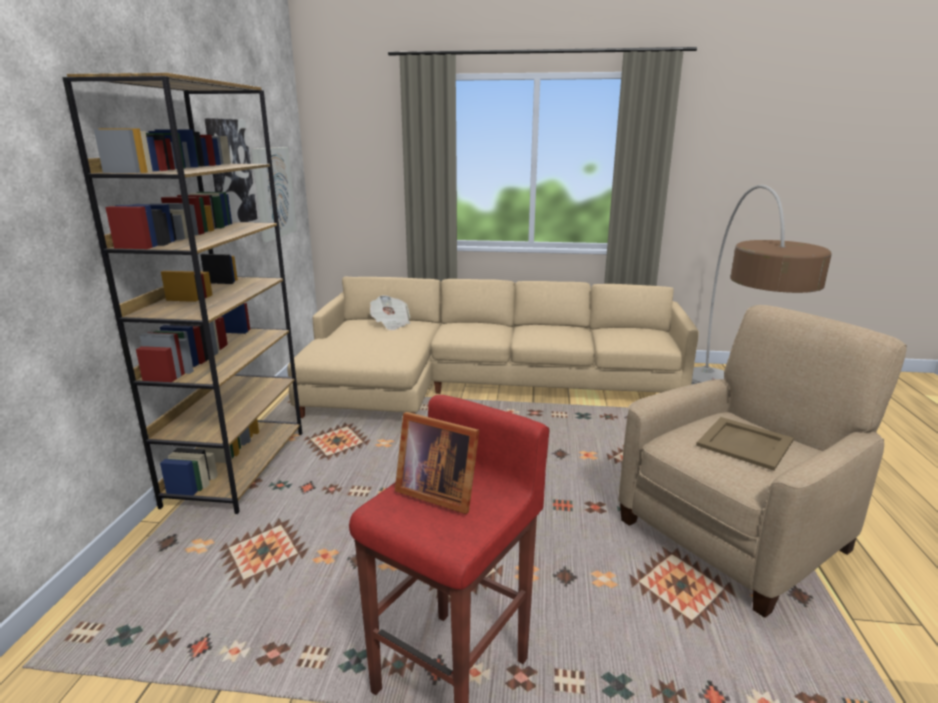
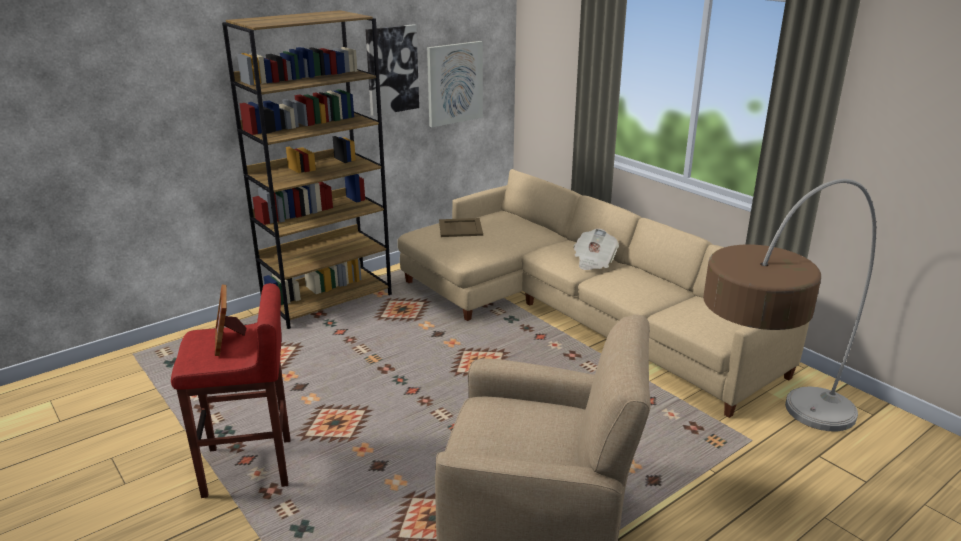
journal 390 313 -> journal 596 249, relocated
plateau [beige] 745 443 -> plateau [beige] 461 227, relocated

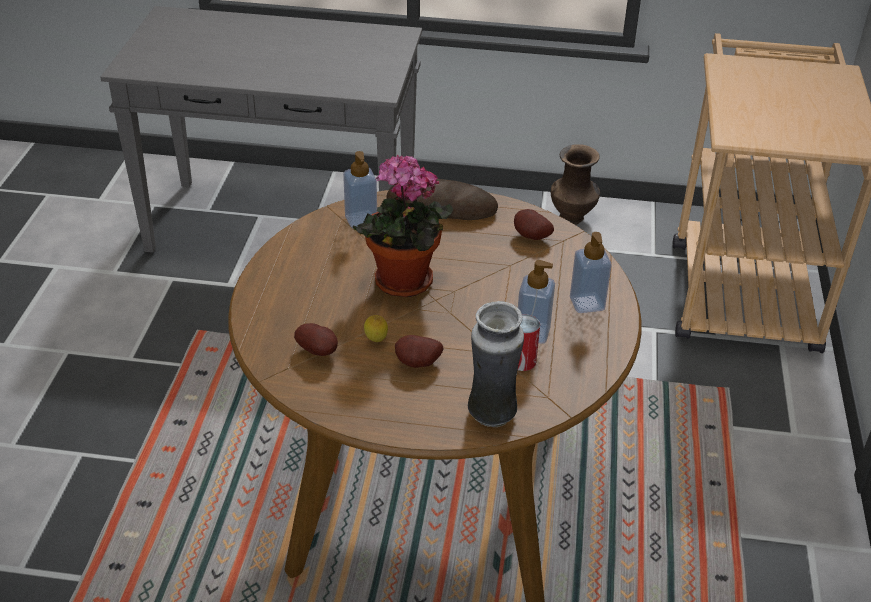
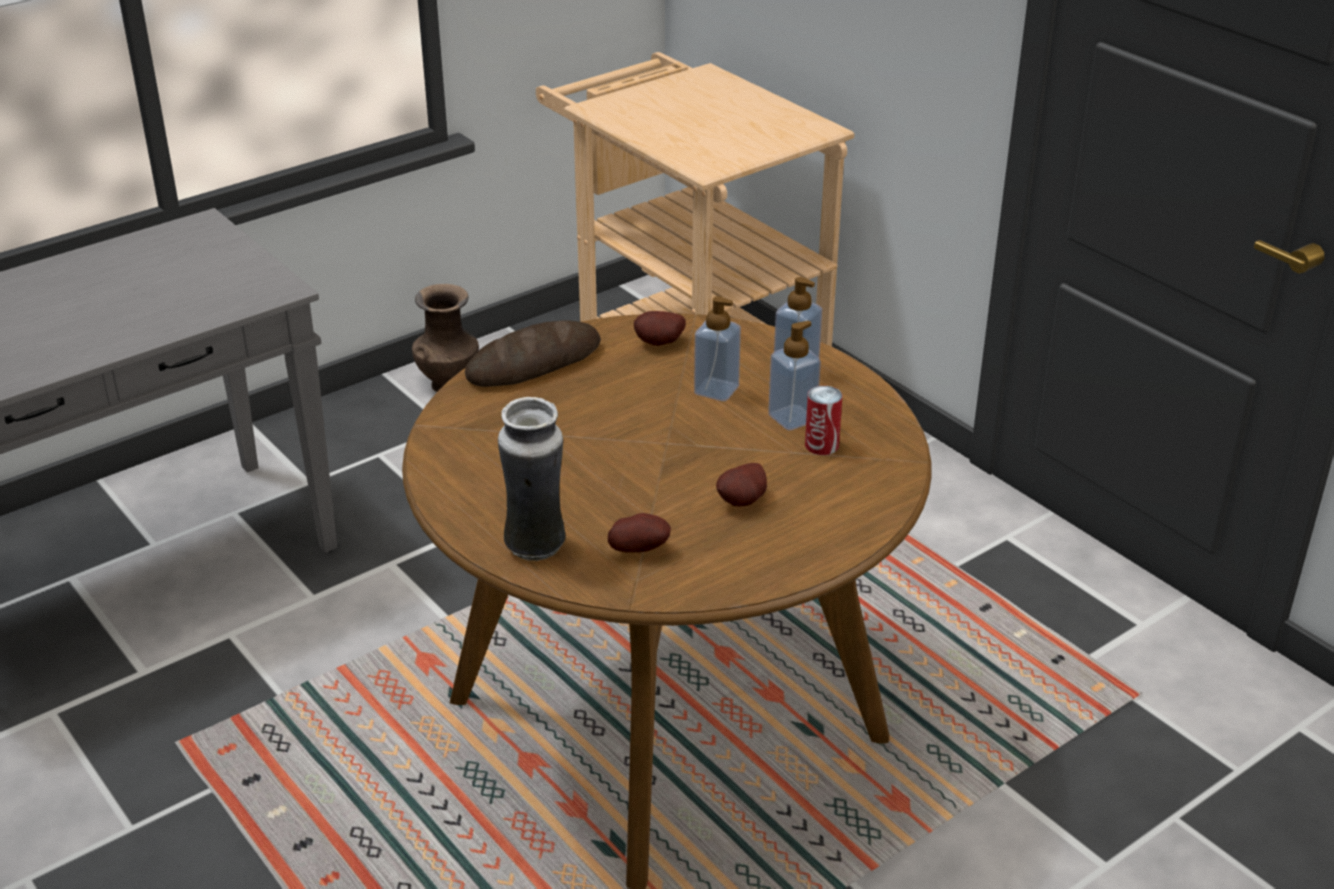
distributeur de savon 360 190 -> distributeur de savon 717 348, relocated
plante en pot 403 226 -> none
citron 376 328 -> none
vase 496 364 -> vase 532 479, relocated

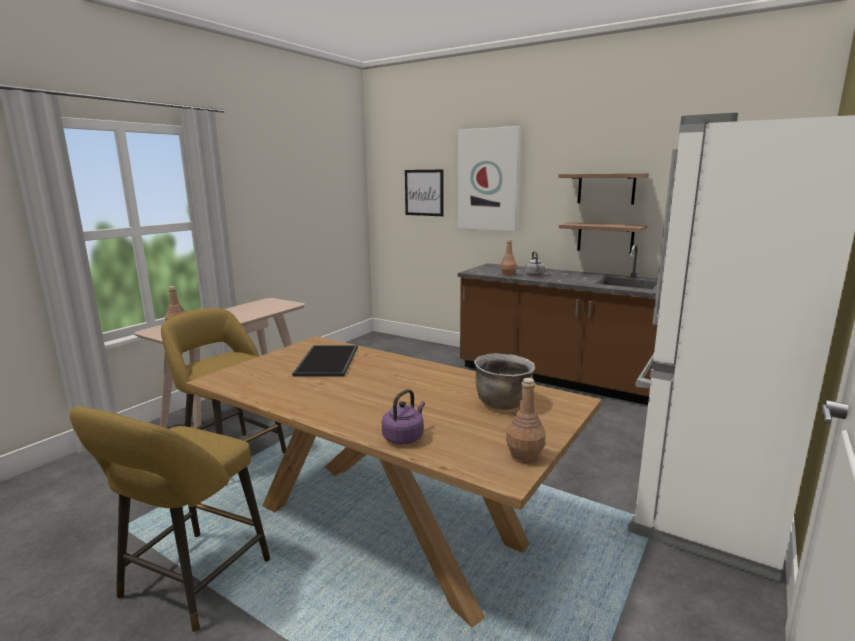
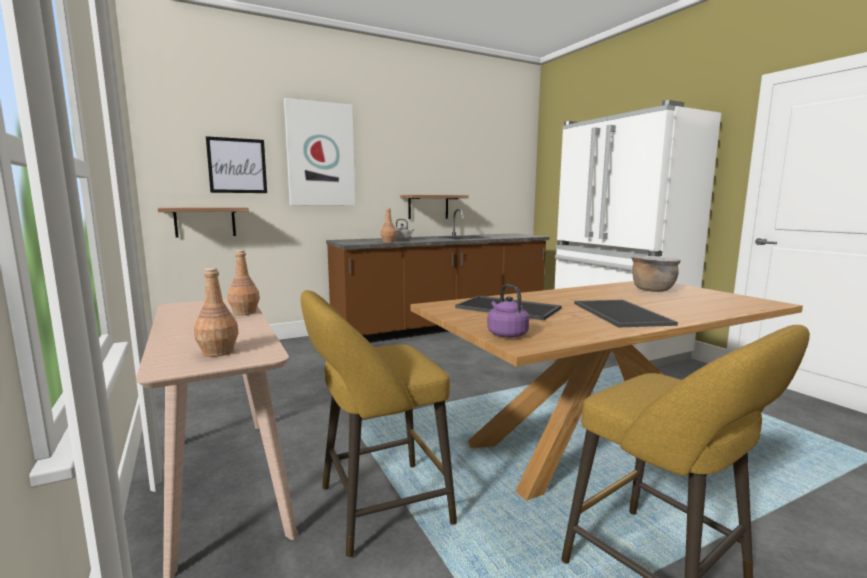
bouilloire [violet] 403 417 -> bouilloire [violet] 508 311, relocated
bouteille [marron] 526 421 -> bouteille [marron] 244 282, relocated
étagère 603 188 -> étagère 203 222, relocated
none -> plateau 626 313

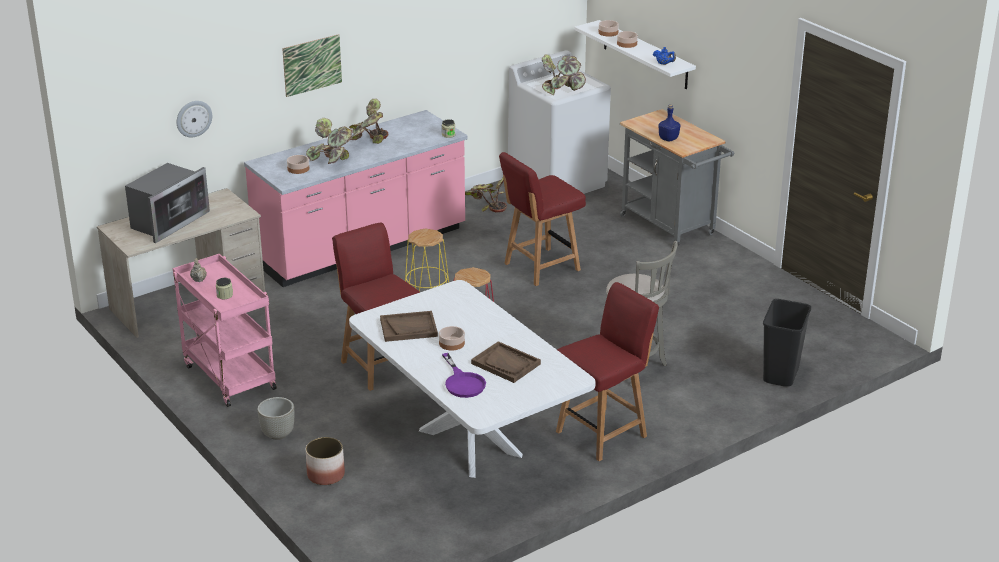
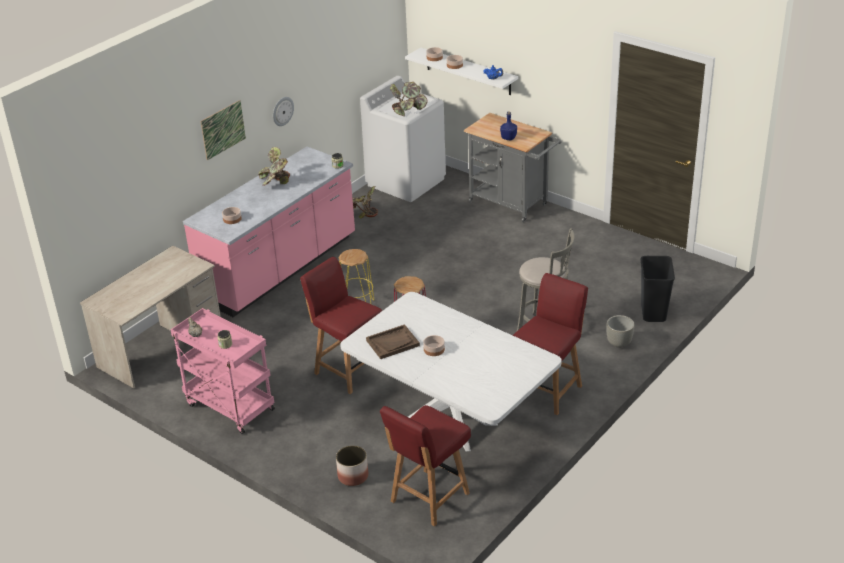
micro-ondes 167 203 -> none
horloge murale 194 119 -> horloge murale 283 111, relocated
cache-pot [gris] 275 418 -> cache-pot [gris] 620 331, relocated
plante en pot 329 141 -> none
poêle [violet] 464 375 -> none
plateau [marron] 506 362 -> none
chaise [rouge] 542 219 -> chaise [rouge] 425 466, relocated

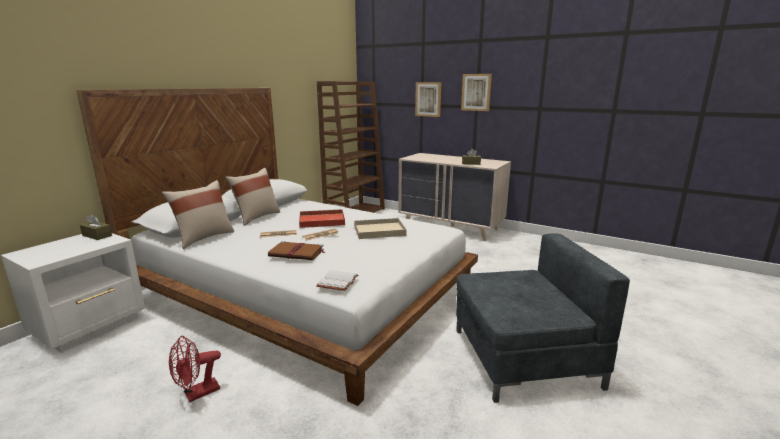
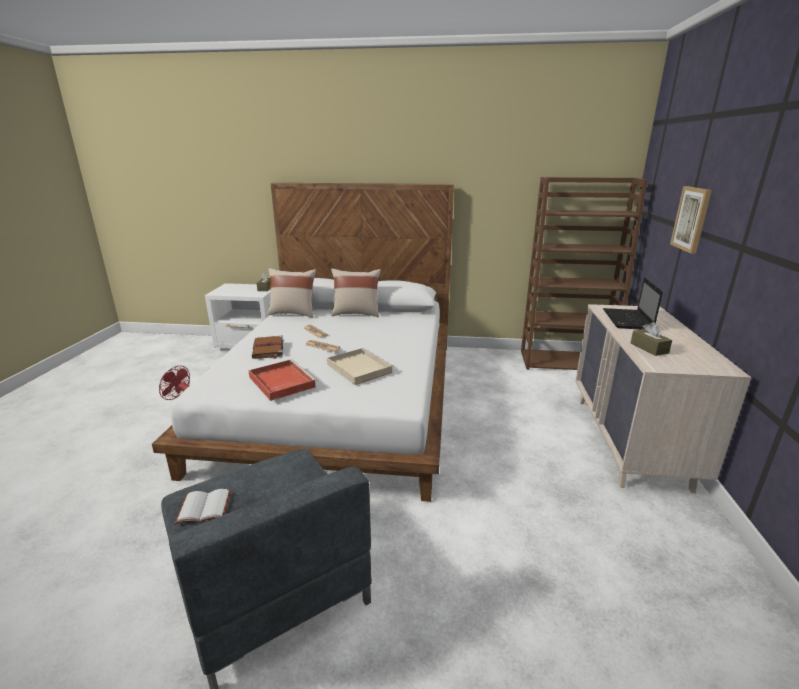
plateau [rouge] 322 218 -> plateau [rouge] 282 380, relocated
livre [blanc] 337 280 -> livre [blanc] 203 506, relocated
tableau 476 92 -> none
none -> ordinateur portable 633 303

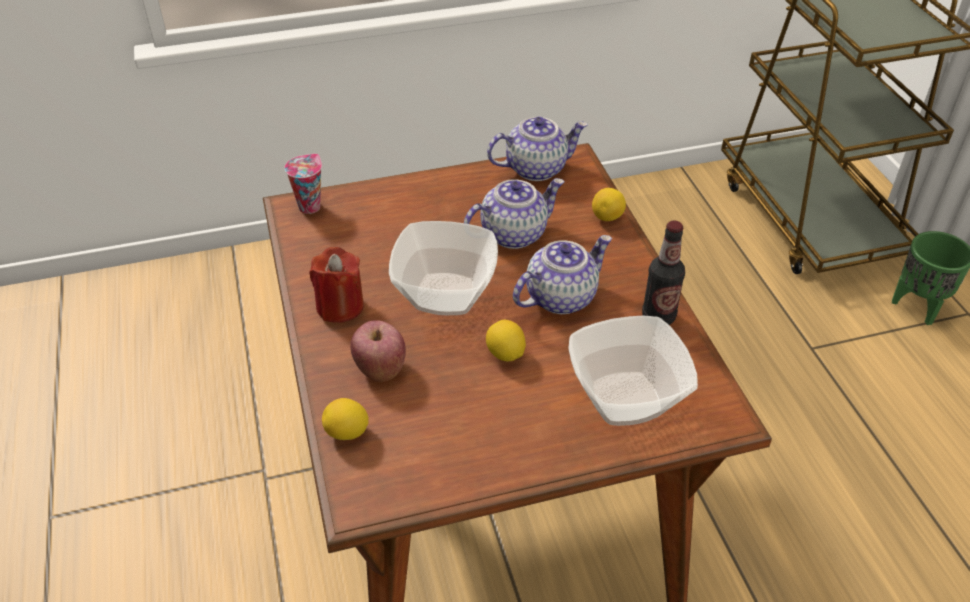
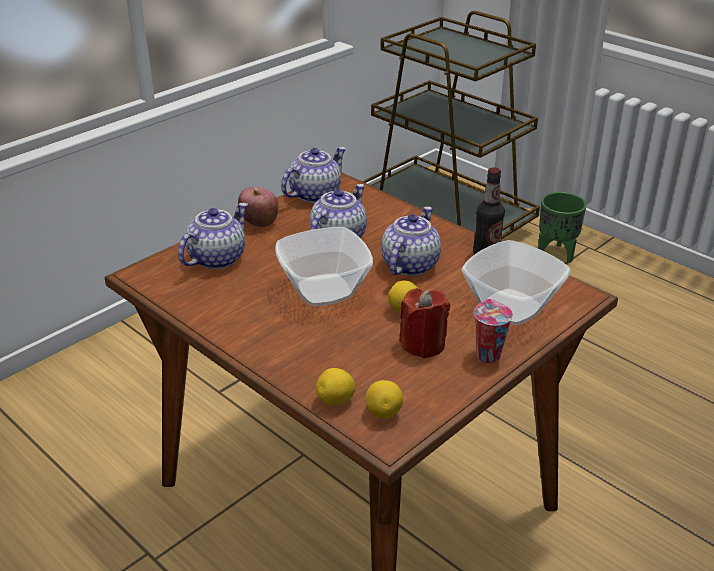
tasse 303 184 -> tasse 493 331, relocated
bougie [rouge] 336 285 -> bougie [rouge] 424 323, relocated
pomme 378 350 -> pomme 258 207, relocated
citron 609 204 -> citron 384 399, relocated
none -> théière 213 236

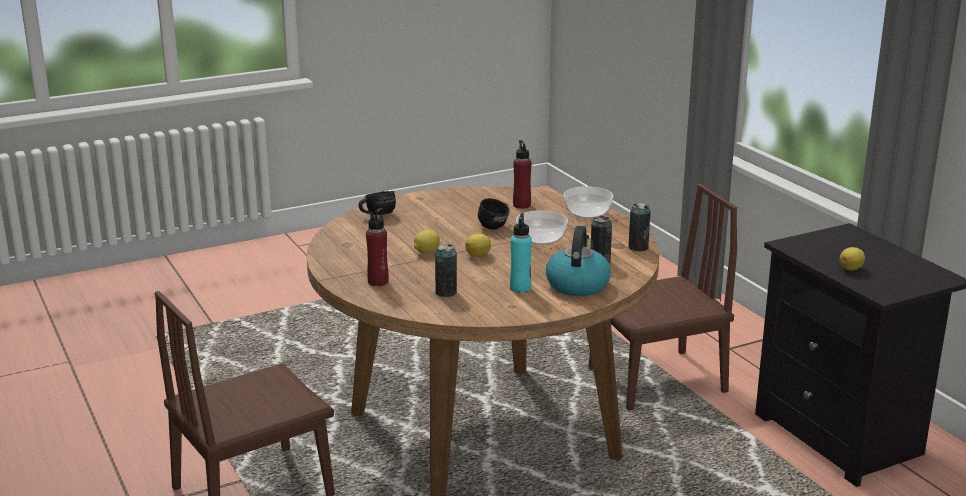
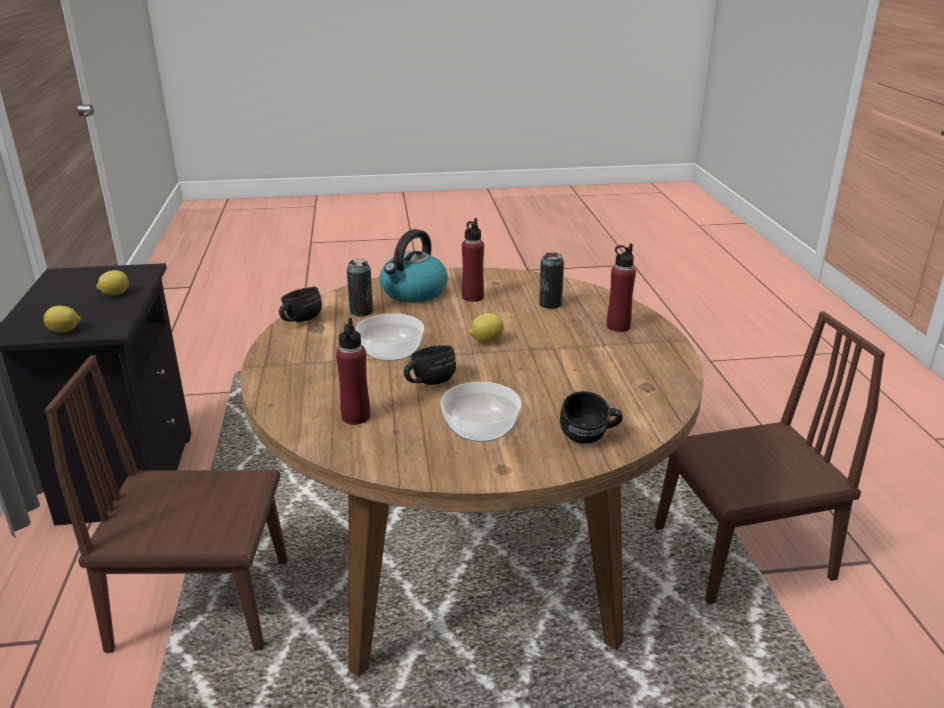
citron 427 241 -> citron 62 319, relocated
bouteille [turquoise] 521 253 -> bouteille [rouge] 473 260
bol 588 202 -> bol 481 412, relocated
boîte métallique 639 227 -> mug [noir] 300 304

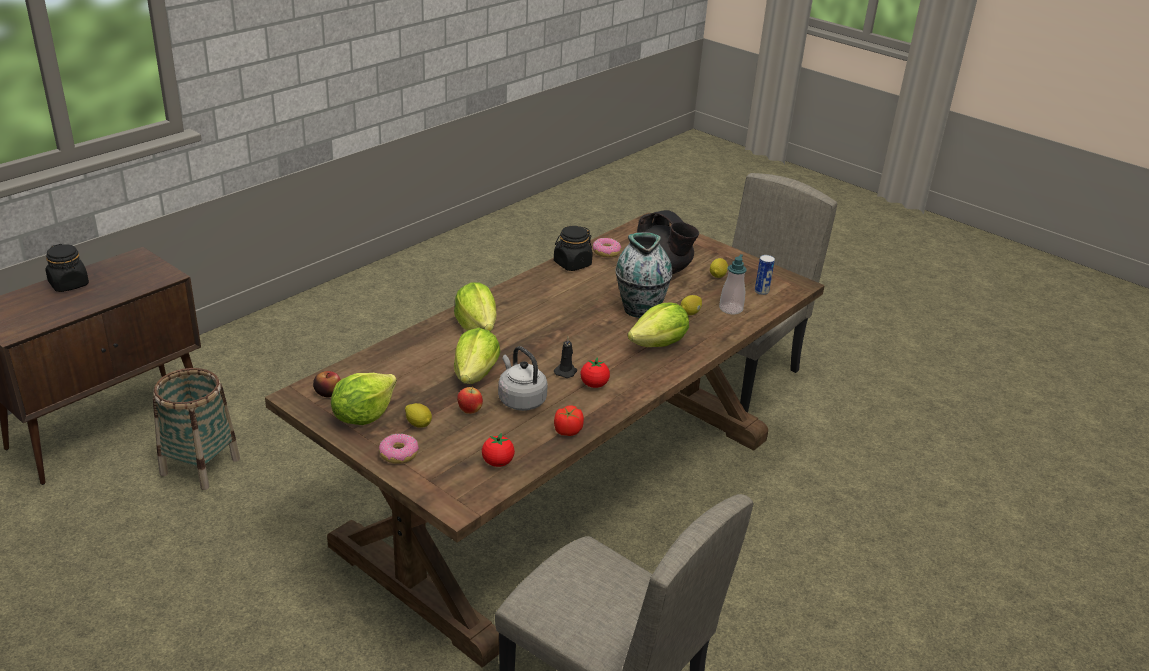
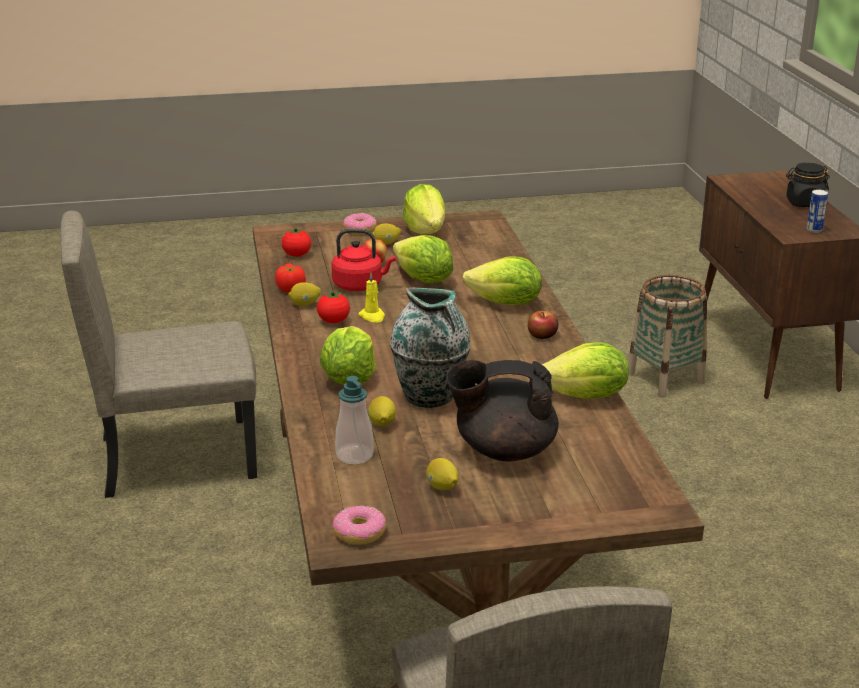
pomme 327 384 -> pomme 543 325, relocated
bouilloire [gris] 523 378 -> bouilloire [rouge] 363 260
bocal [noir] 573 248 -> laitue 585 370
bougie [noir] 565 357 -> bougie [jaune] 371 298
beignet 607 247 -> beignet 359 525, relocated
boîte métallique 765 275 -> boîte métallique 817 211, relocated
none -> citron 304 294

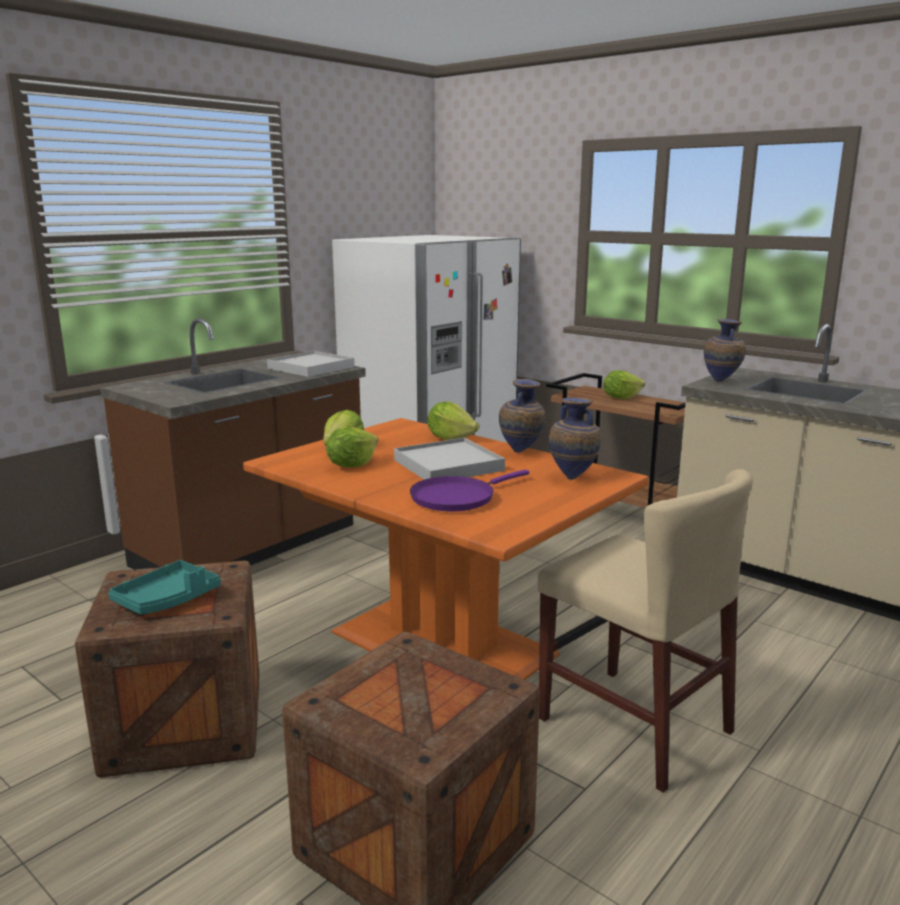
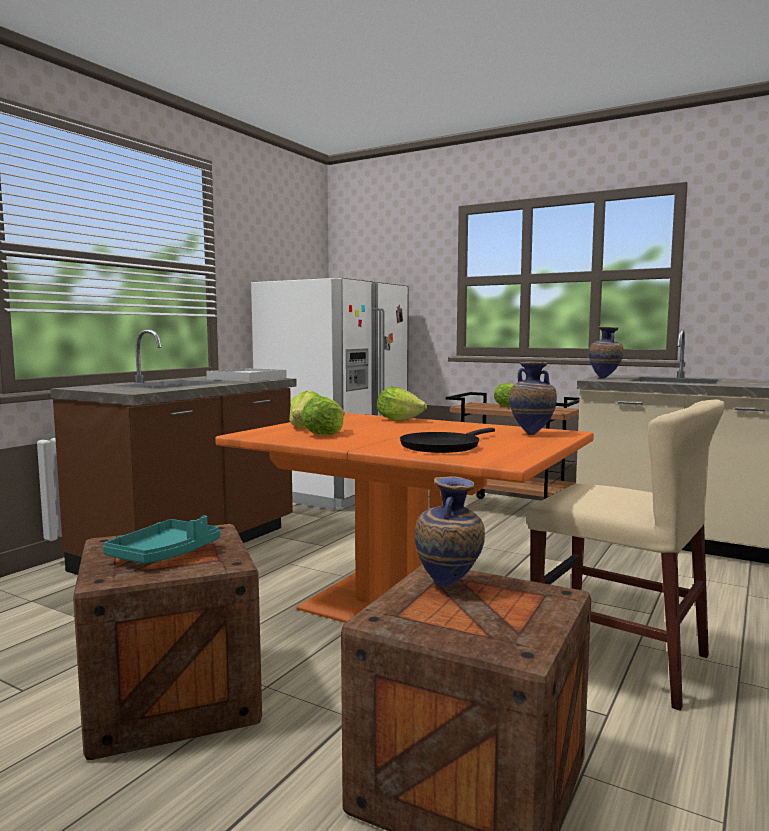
plateau [blanc] 449 459 -> none
poêle [violet] 469 491 -> poêle [noir] 447 440
vase 522 416 -> vase 450 532, relocated

